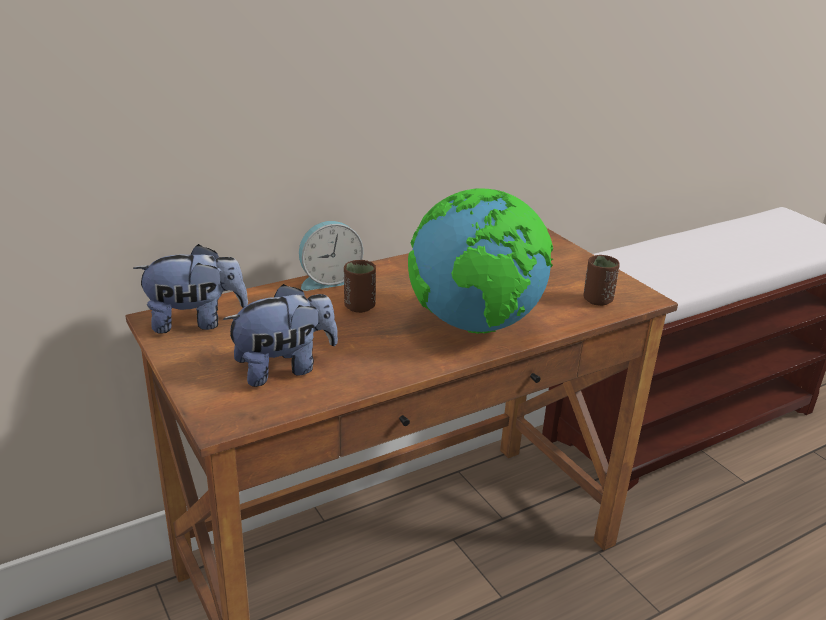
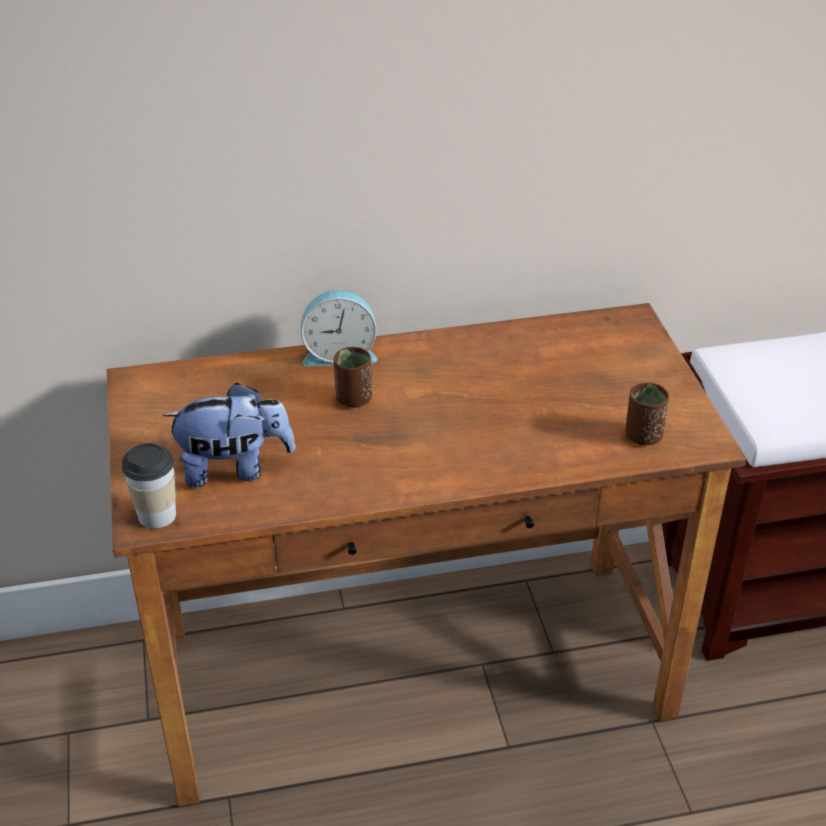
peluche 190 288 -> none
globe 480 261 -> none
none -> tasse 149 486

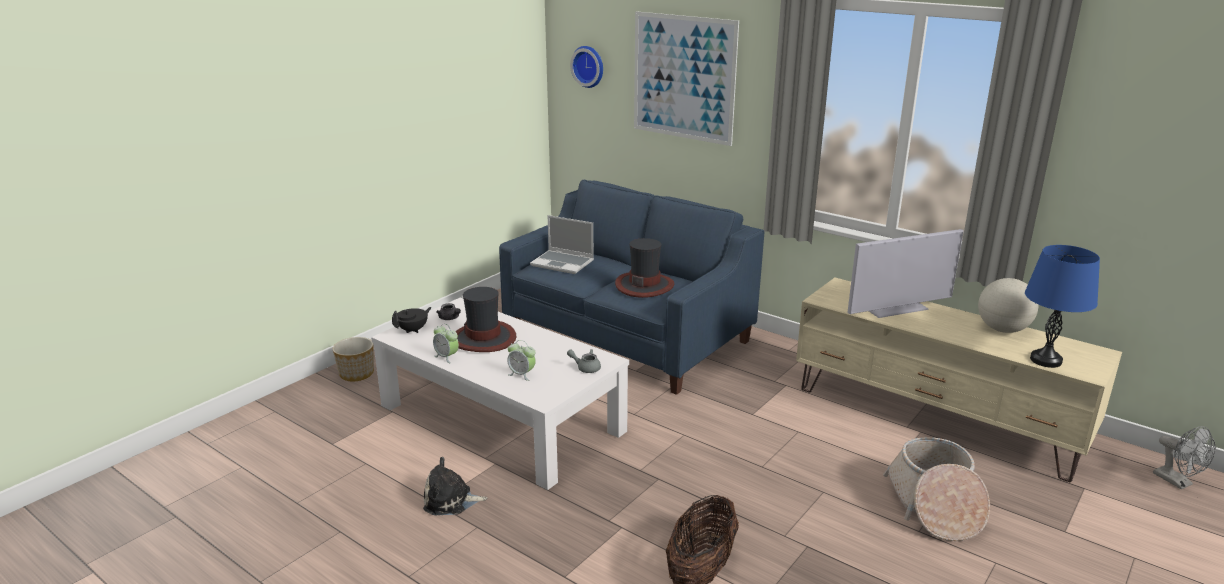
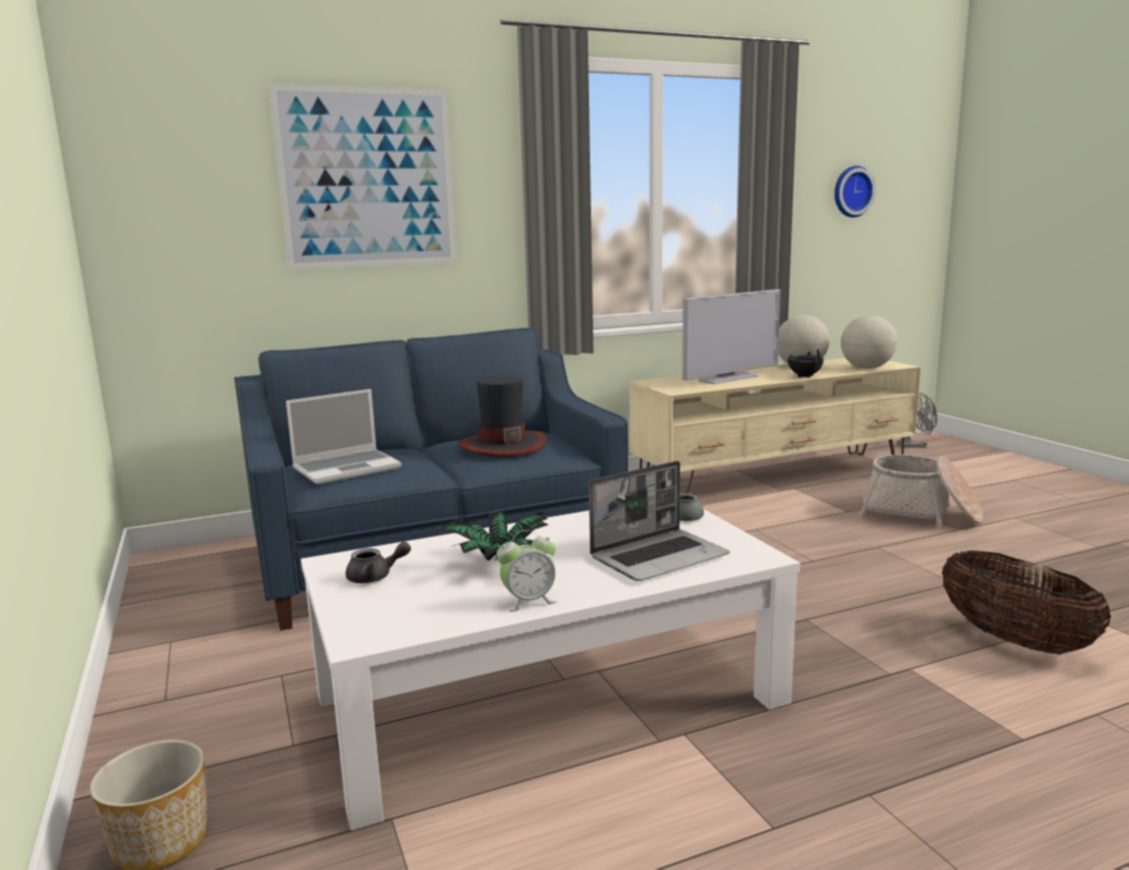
théière [noir] 411 320 -> théière [noir] 806 363, relocated
peluche 455 486 -> none
chapeau 486 319 -> plante en pot 494 536
réveil 521 360 -> ordinateur portable 659 521
horloge murale 586 67 -> horloge murale 855 191, relocated
téléviseur 905 273 -> téléviseur 731 336, 45 degrees clockwise
lampe de table [bleu] 1062 306 -> globe 869 342

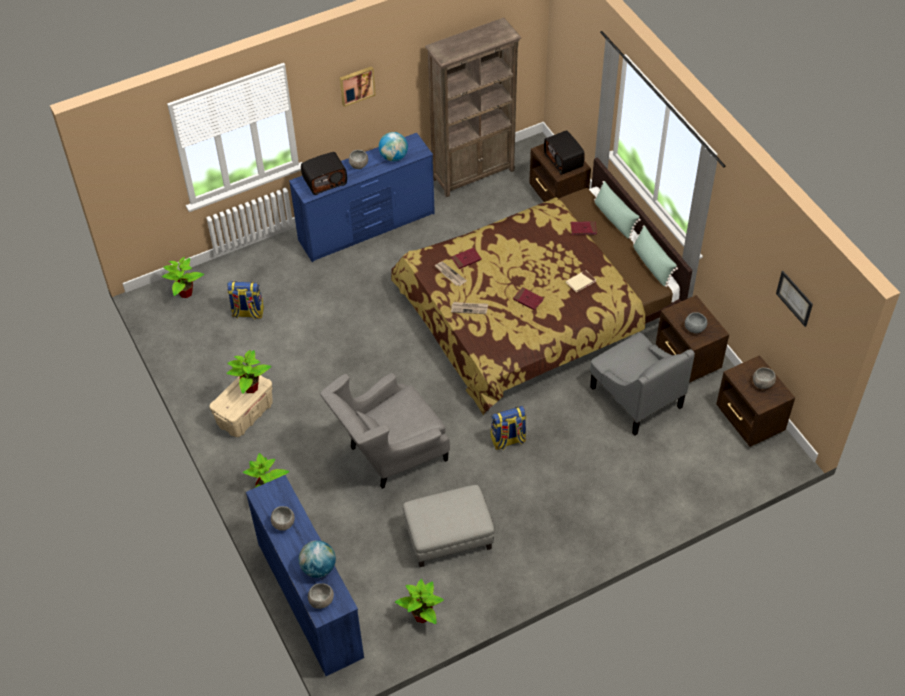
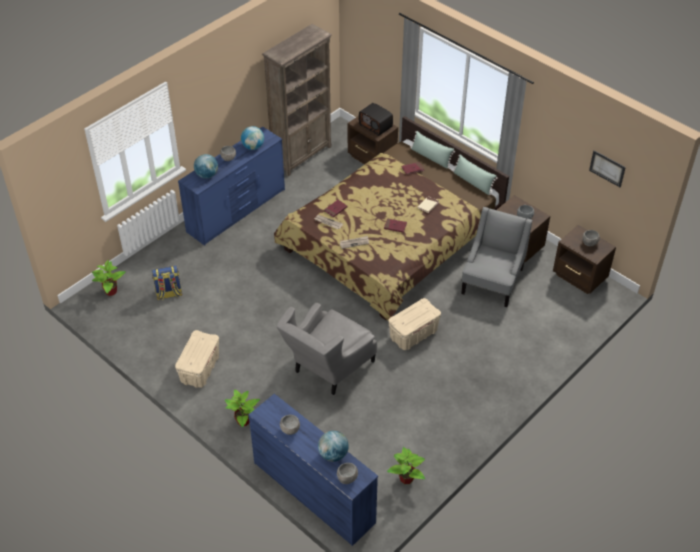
plante en pot 249 372 -> none
radio 324 173 -> globe 206 166
tableau 358 86 -> none
pouf [gris] 449 526 -> none
sac à dos 508 428 -> boîte de rangement [beige] 414 324
fauteuil [gris] 642 384 -> fauteuil [gris] 496 257, 105 degrees counterclockwise

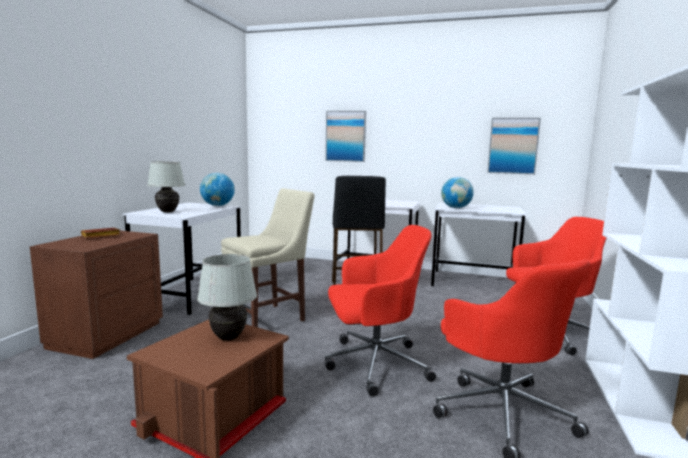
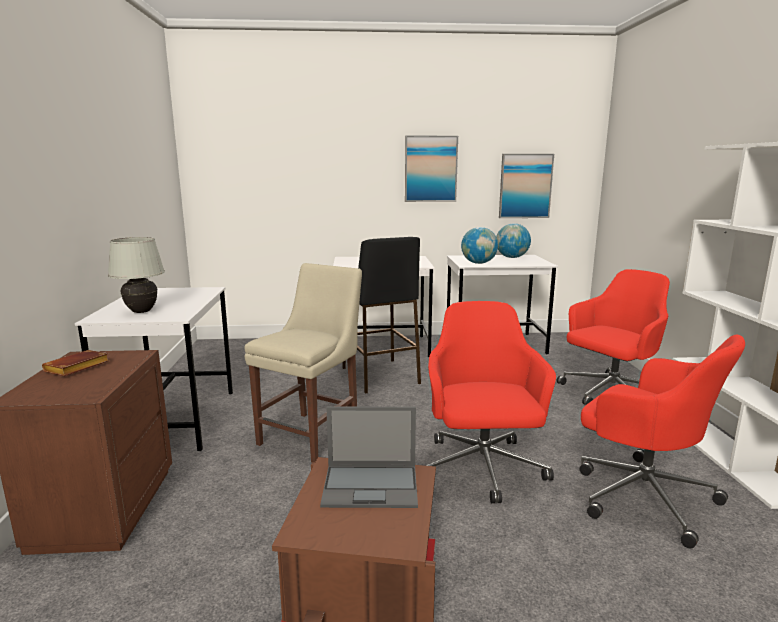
lampe de table [blanc] 227 297 -> ordinateur portable 369 457
globe 217 189 -> globe 513 240, relocated
tableau 345 136 -> tableau 431 169, relocated
chaise de bureau [rouge] 380 311 -> chaise de bureau [rouge] 491 402, 60 degrees counterclockwise

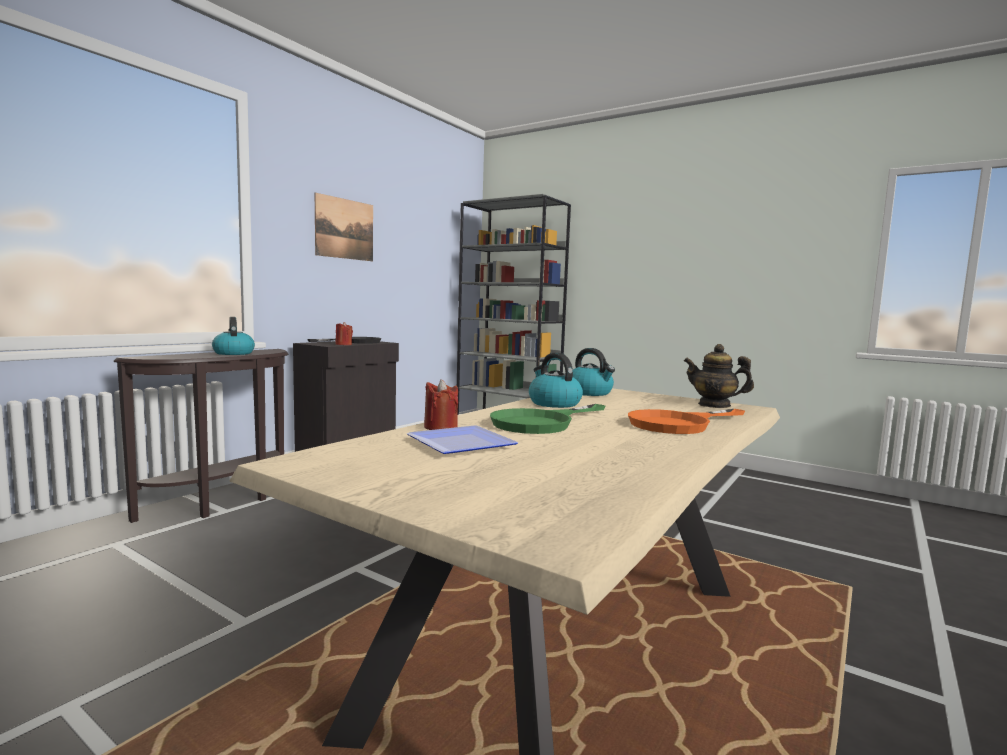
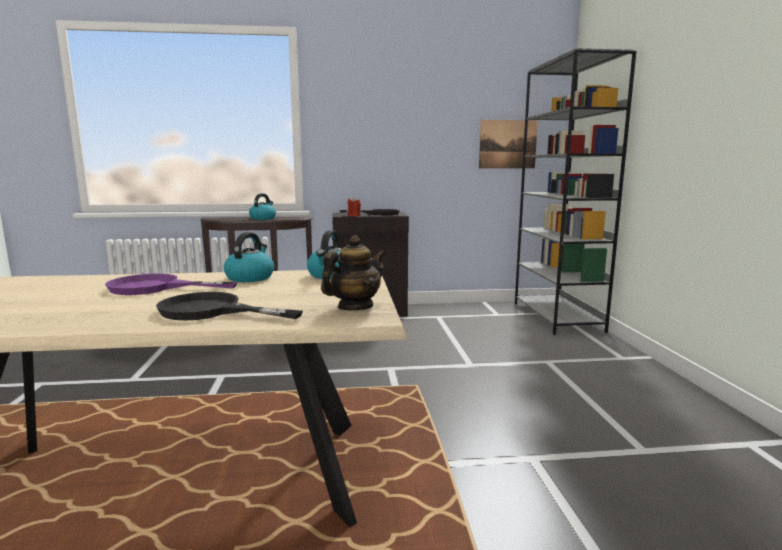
tableau 344 227 -> tableau 508 144, relocated
assiette 462 439 -> none
bougie [rouge] 441 404 -> none
poêle [vert] 547 419 -> poêle [violet] 171 284
poêle [orange] 686 421 -> poêle [noir] 229 306
théière 719 376 -> théière 353 272, 60 degrees clockwise

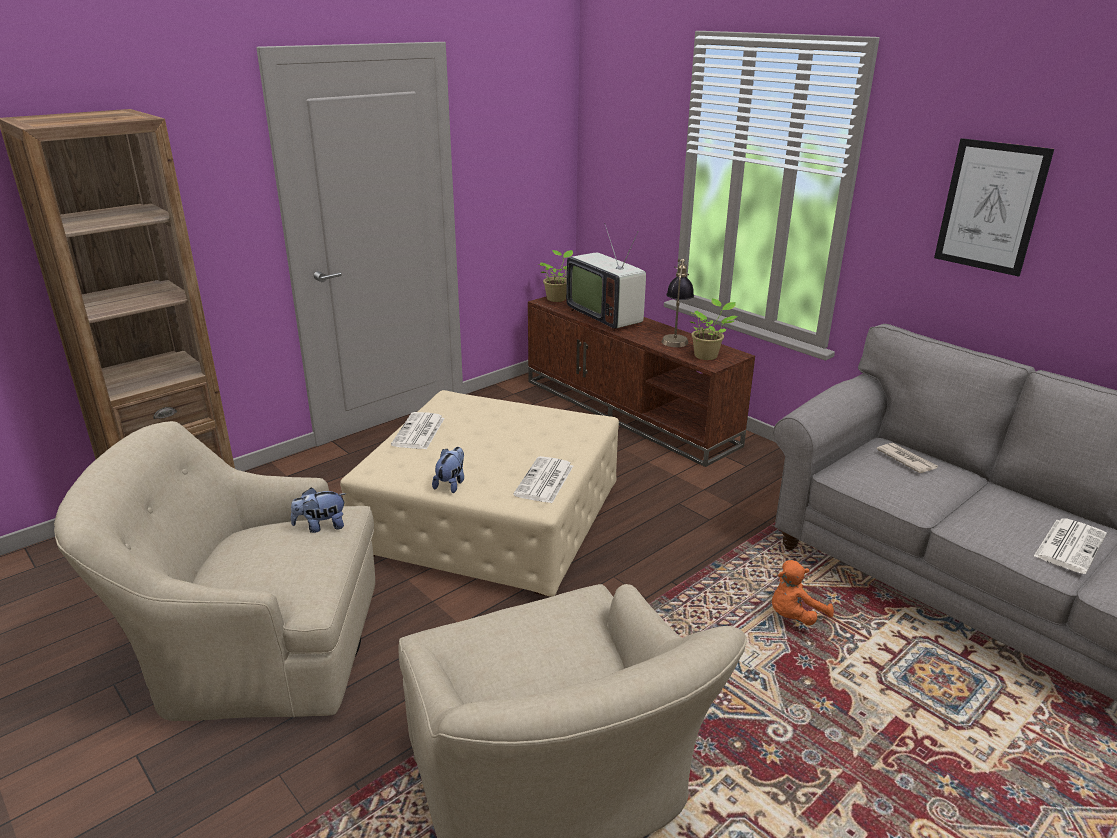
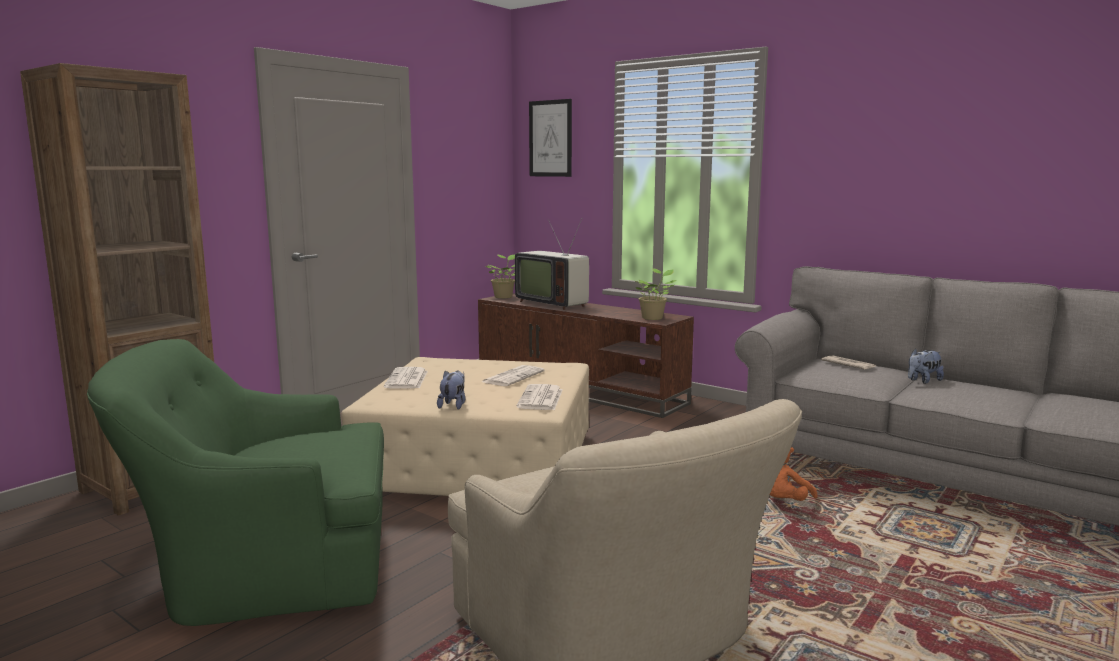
fauteuil [beige] 214 571 -> fauteuil [vert] 235 482
peluche 318 510 -> peluche 926 366, relocated
lampe de table 678 303 -> none
tableau 994 207 -> tableau 550 138, relocated
journal 1070 546 -> journal 513 375, relocated

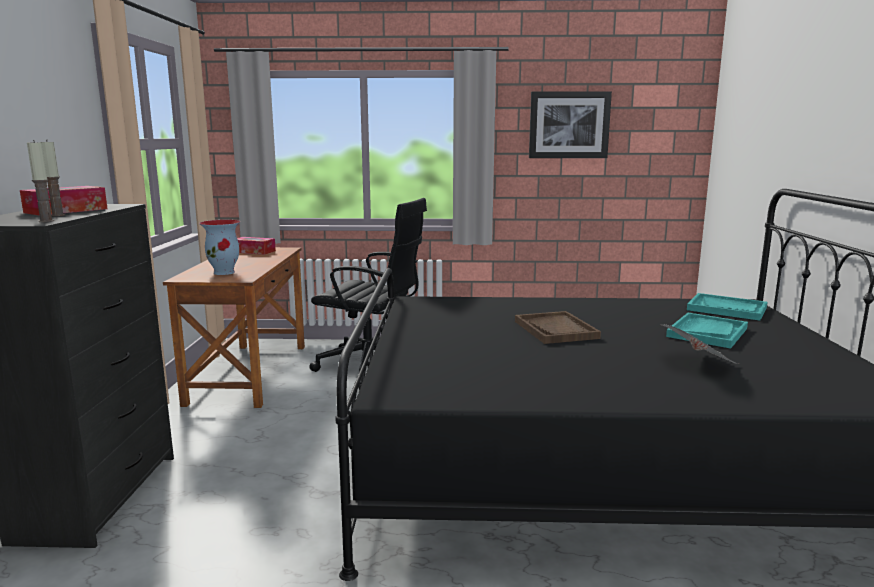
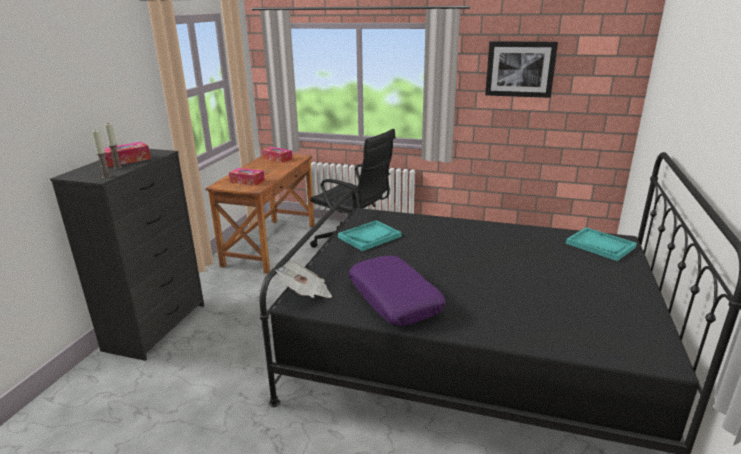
vase 219 247 -> boîte à mouchoirs 247 177
plateau [marron] 558 327 -> none
journal 699 344 -> journal 303 280, relocated
plateau [turquoise] 707 331 -> plateau [turquoise] 369 235, relocated
none -> coussin [violet] 397 291

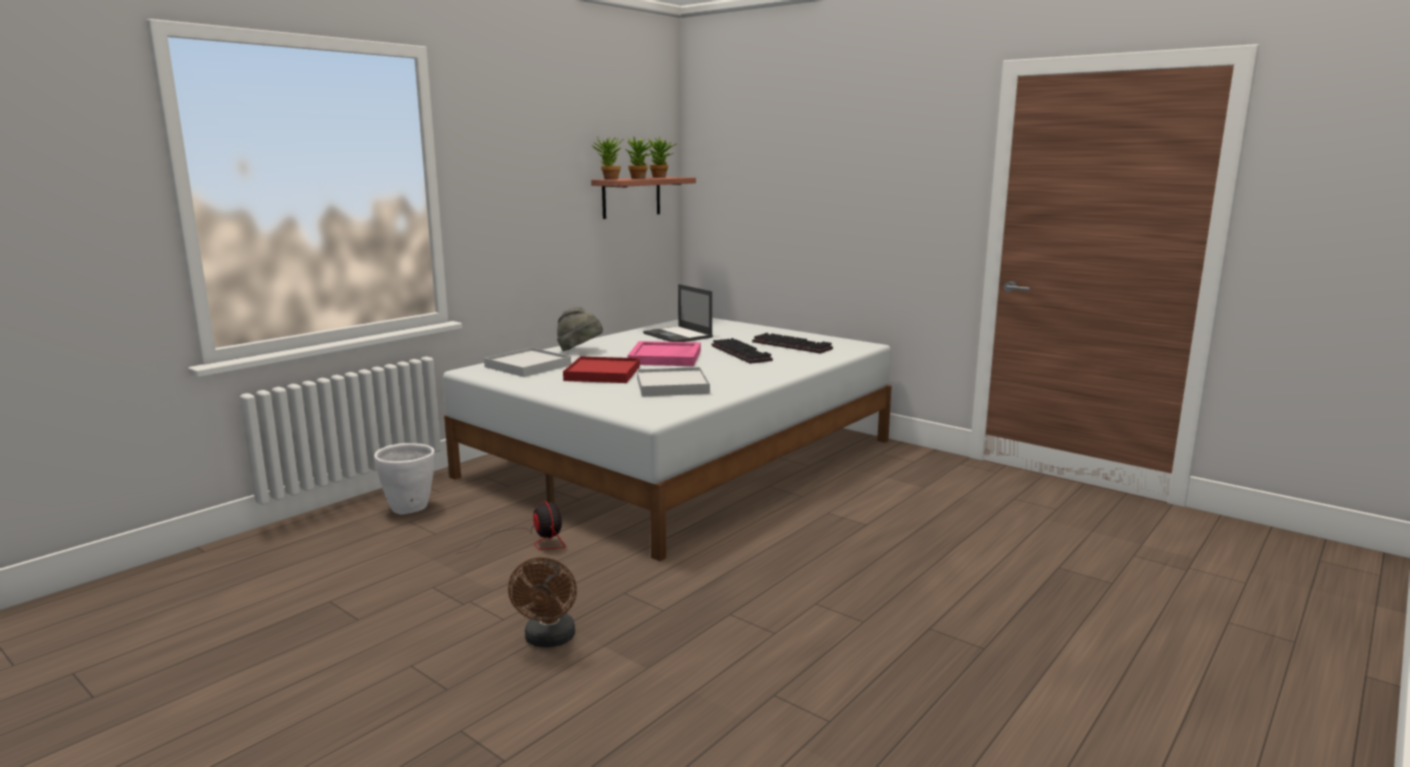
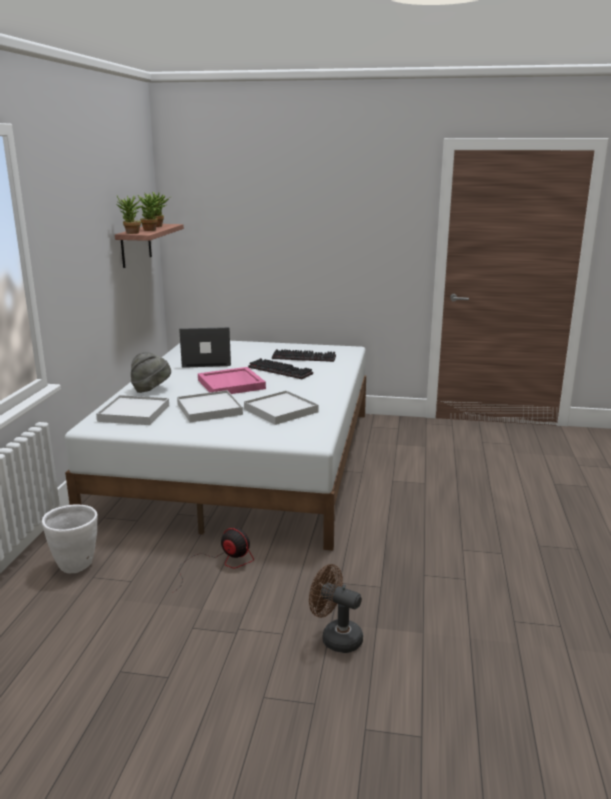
ventilateur [marron] 542 602 -> ventilateur [marron] 336 608, 150 degrees clockwise
plateau [rouge] 601 369 -> plateau [blanc] 210 406
ordinateur portable 678 313 -> ordinateur portable 205 347, 150 degrees clockwise

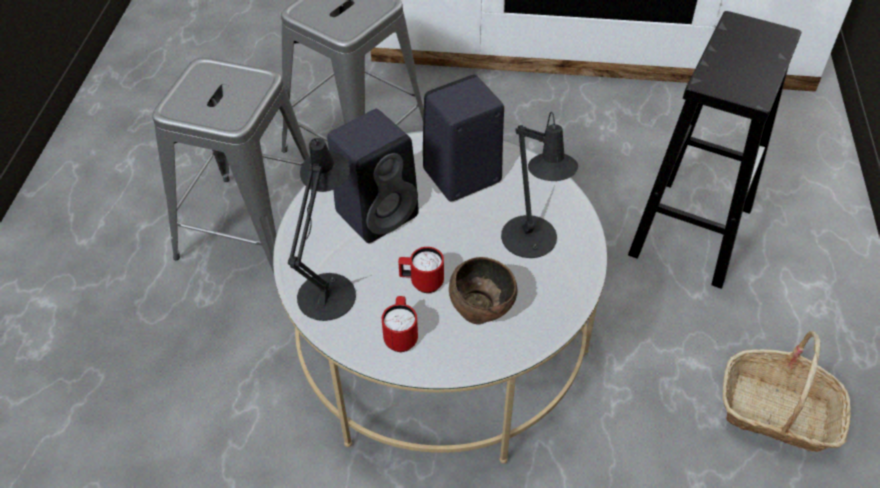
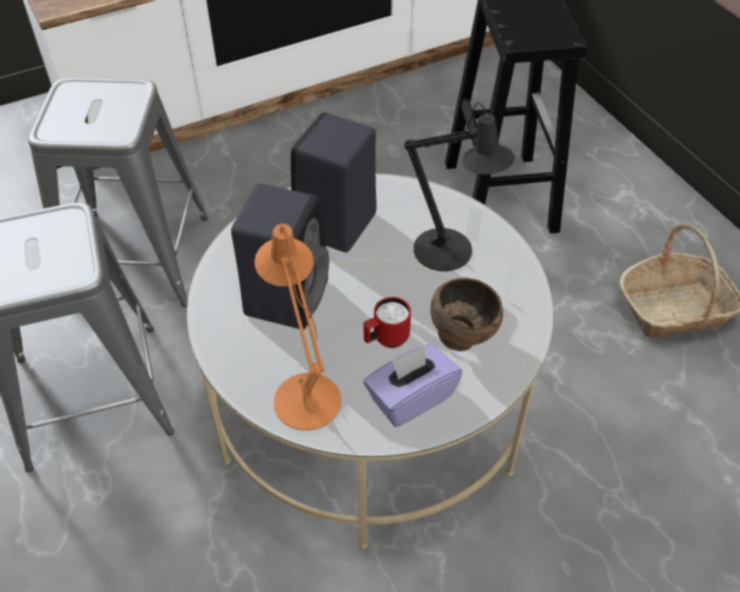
lampe de table [noir] 322 229 -> lampe de table [orange] 298 327
mug [rouge] 400 324 -> boîte à mouchoirs [violet] 413 385

